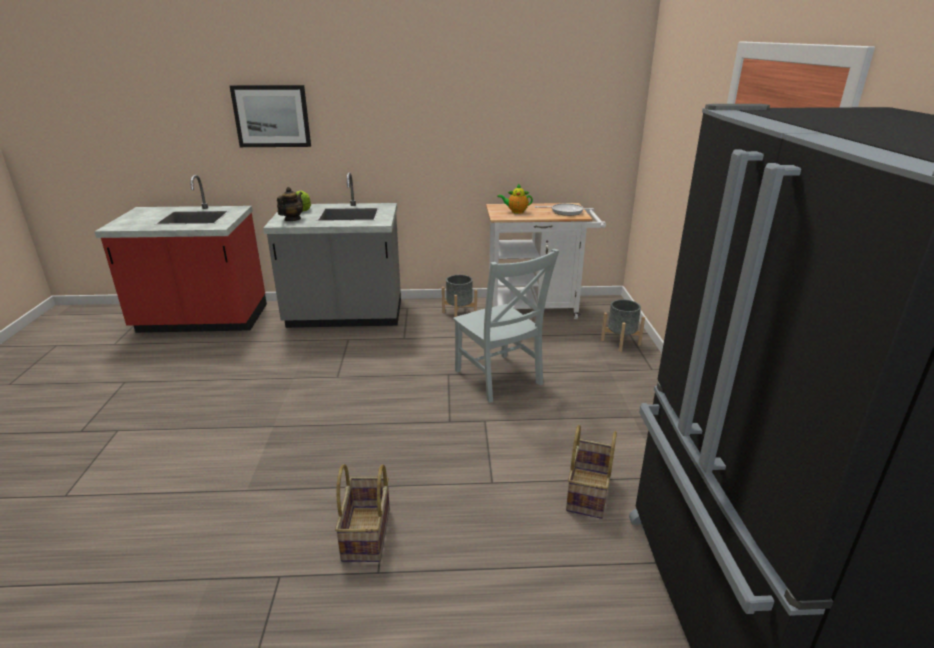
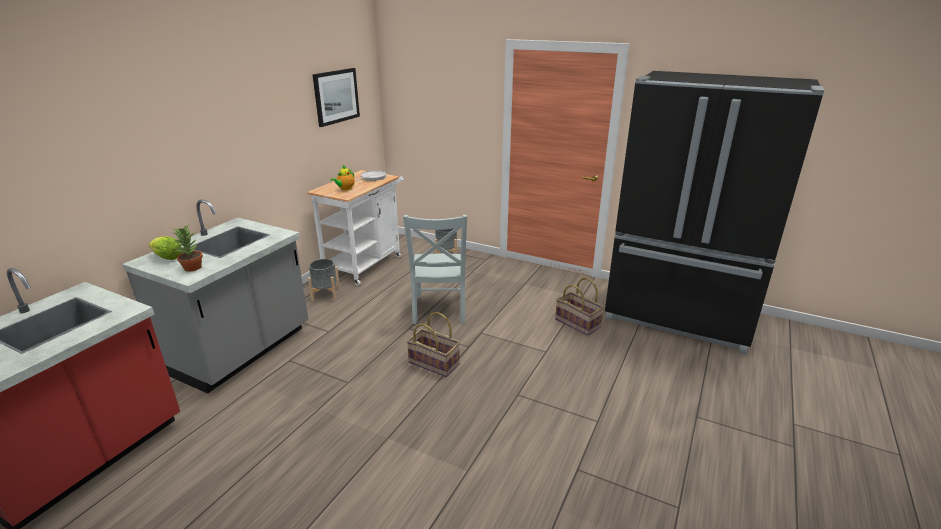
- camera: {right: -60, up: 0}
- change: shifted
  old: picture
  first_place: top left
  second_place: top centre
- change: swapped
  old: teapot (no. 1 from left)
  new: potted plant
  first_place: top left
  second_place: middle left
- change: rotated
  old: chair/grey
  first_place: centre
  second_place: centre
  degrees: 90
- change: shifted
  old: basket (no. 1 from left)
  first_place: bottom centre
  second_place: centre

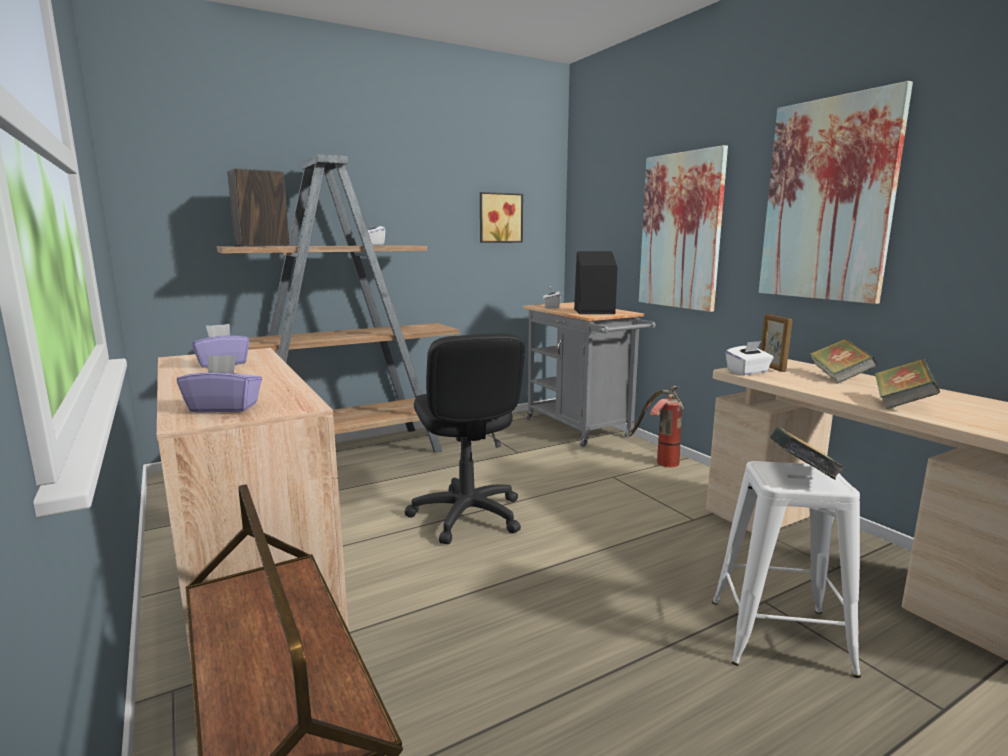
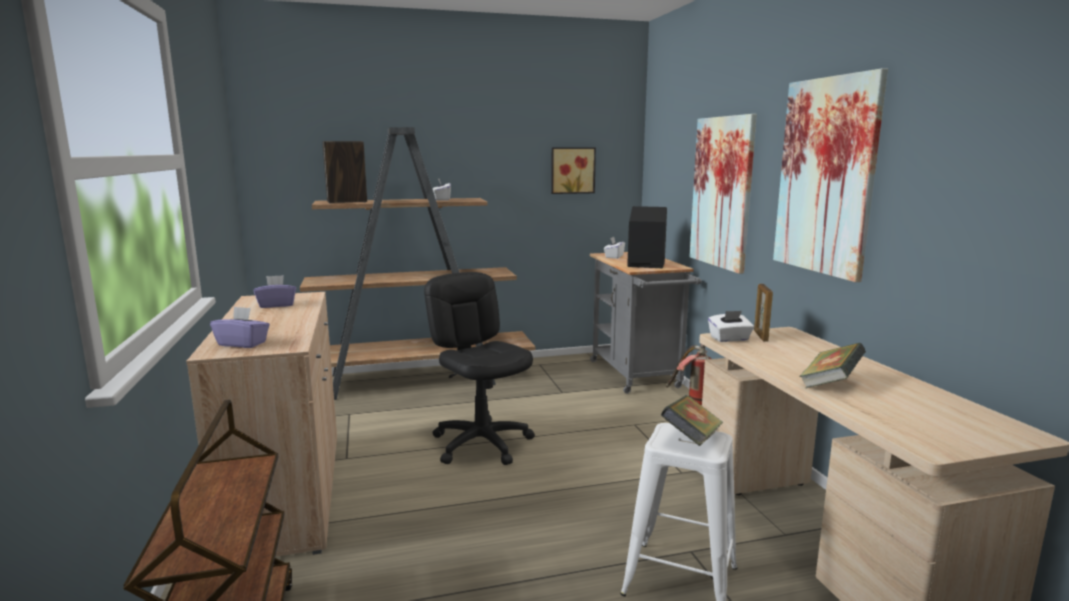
- camera: {right: 15, up: 0}
- change: rotated
  old: office chair/black
  first_place: centre
  second_place: centre
  degrees: 150
- change: gone
  old: book (no. 2 from left)
  first_place: middle right

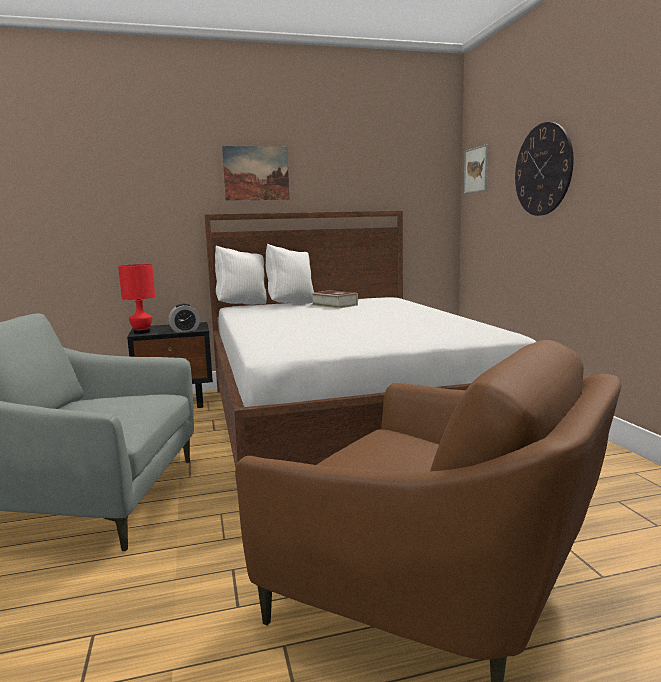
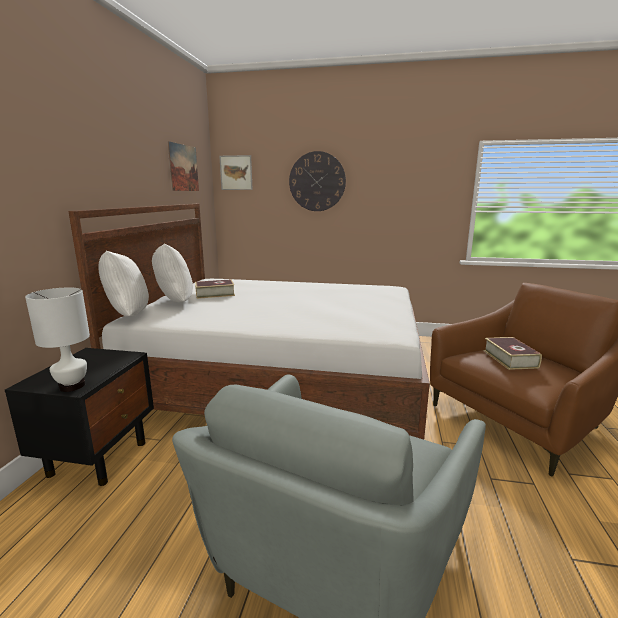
- camera: {right: -65, up: 5}
- change: shifted
  old: picture (no. 1 from left)
  first_place: top centre
  second_place: top left
- change: repainted
  old: table lamp/red
  new: table lamp/white
  first_place: middle left
  second_place: middle left
- change: gone
  old: alarm clock
  first_place: middle left
- change: new
  new: book (no. 2 from left)
  second_place: middle right

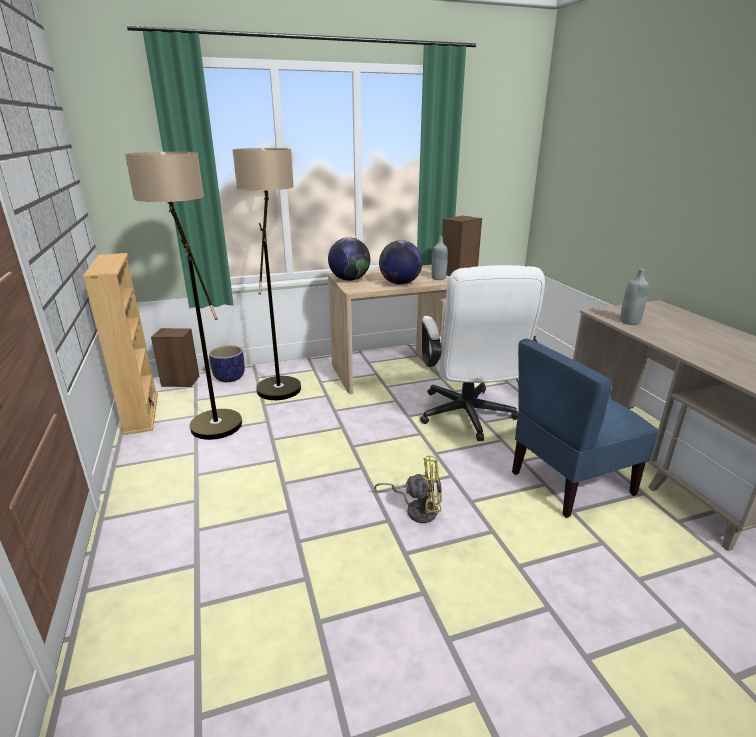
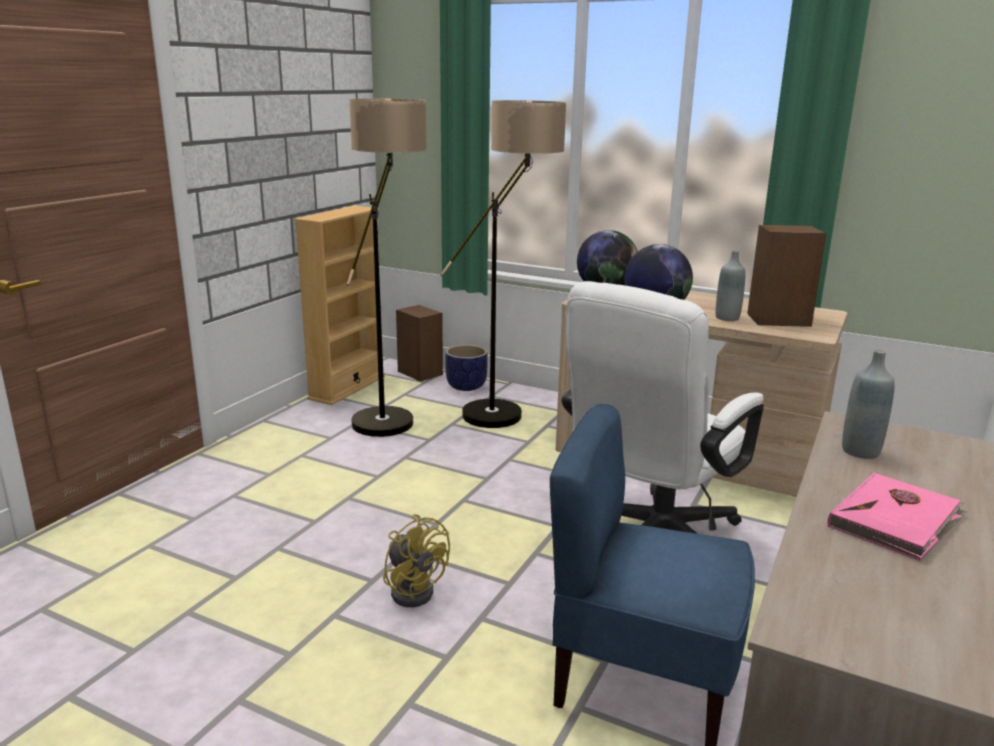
- camera: {right: 45, up: -5}
- change: new
  new: book/pink
  second_place: bottom right

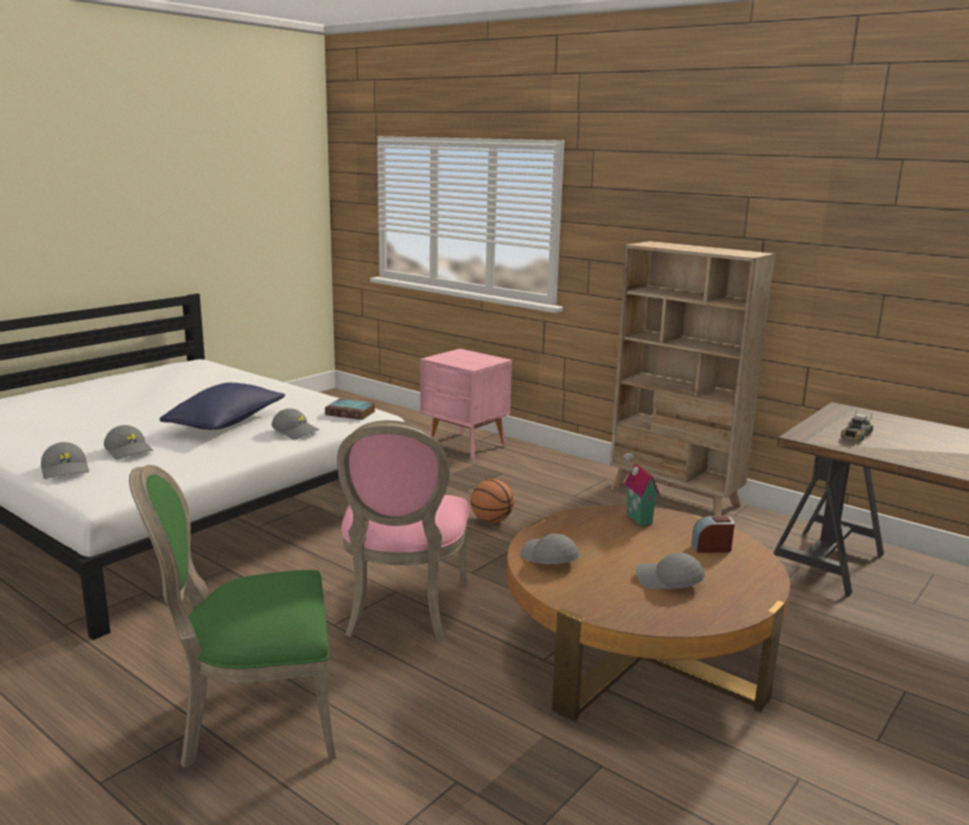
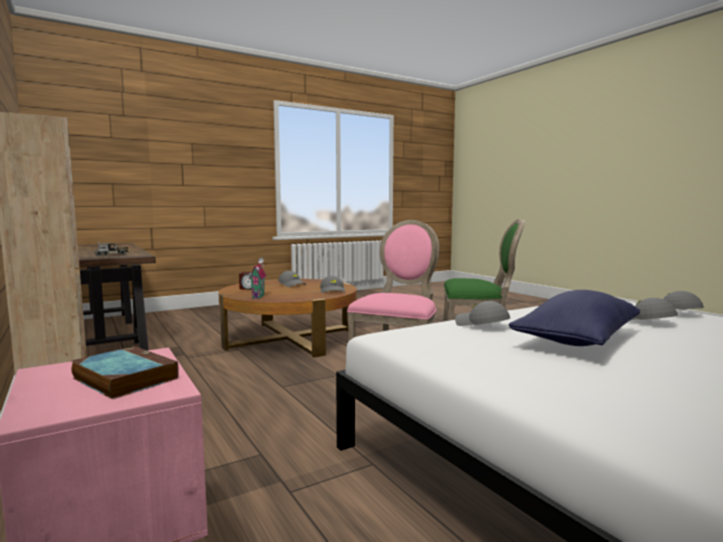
- camera: {right: -160, up: -10}
- change: shifted
  old: book
  first_place: centre
  second_place: bottom left
- change: gone
  old: basketball
  first_place: centre

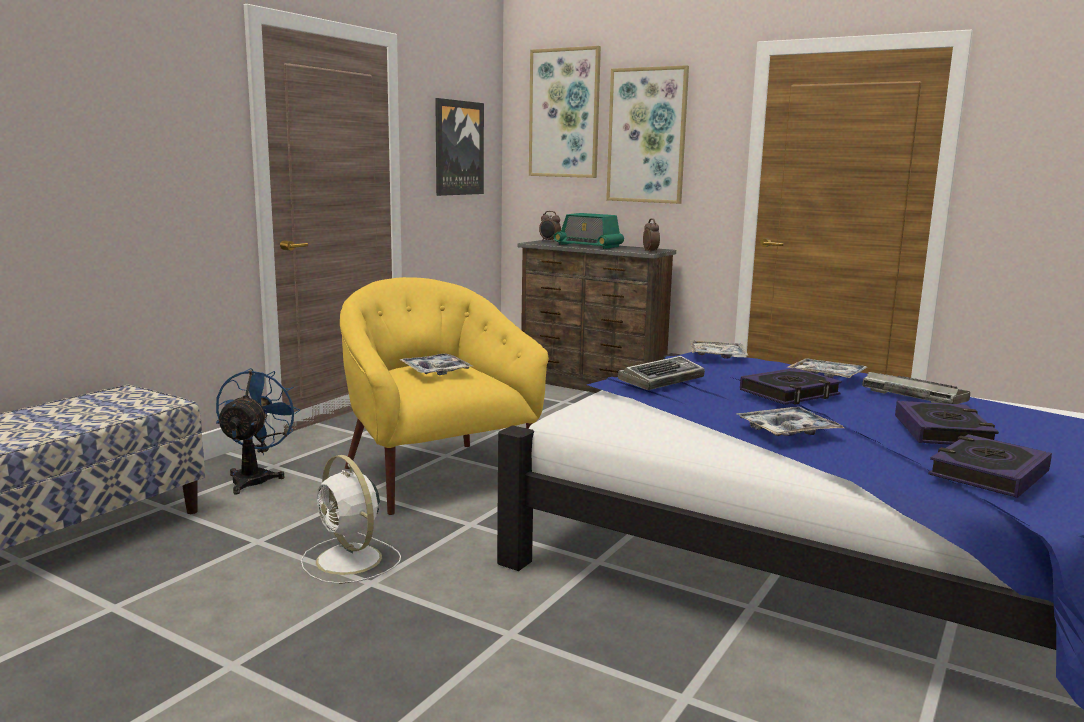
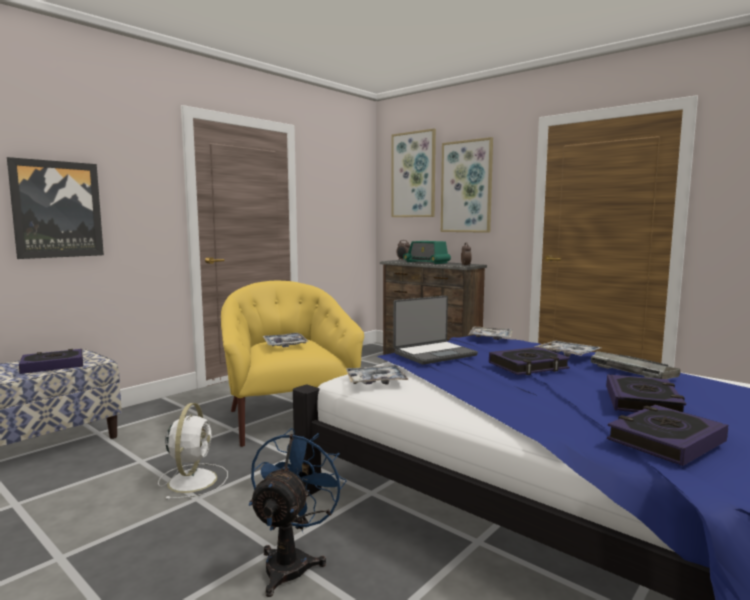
- camera: {right: 10, up: -5}
- change: shifted
  old: picture (no. 1 from left)
  first_place: top centre
  second_place: middle left
- change: swapped
  old: keyboard (no. 1 from left)
  new: laptop
  first_place: centre
  second_place: centre
- change: shifted
  old: fan/blue
  first_place: middle left
  second_place: bottom centre
- change: shifted
  old: tray (no. 3 from left in the first image)
  new: tray (no. 2 from left)
  first_place: middle right
  second_place: centre
- change: rotated
  old: fan/white
  first_place: bottom left
  second_place: bottom left
  degrees: -150
- change: new
  new: book (no. 1 from left)
  second_place: middle left

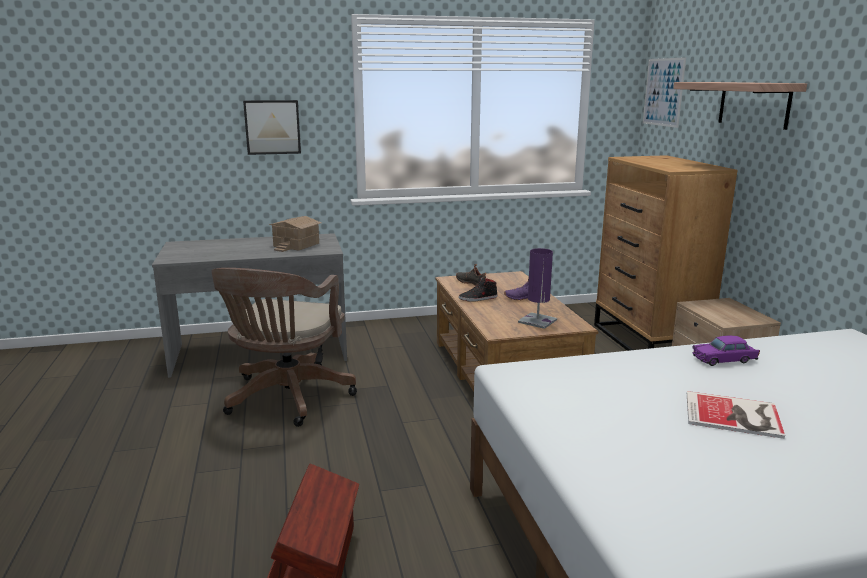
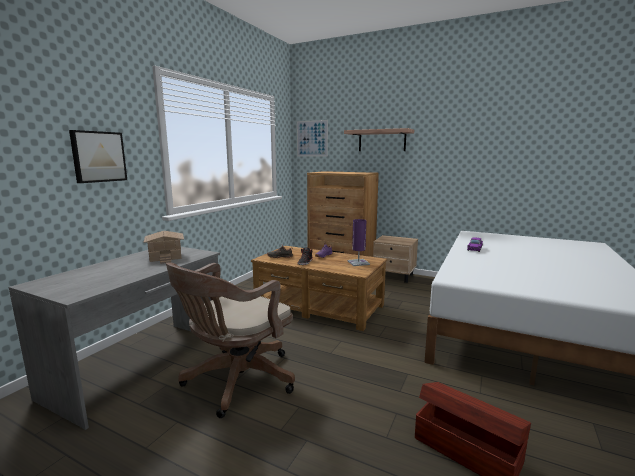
- camera: {right: -50, up: -5}
- change: rotated
  old: office chair/brown
  first_place: middle left
  second_place: bottom centre
  degrees: 75
- change: gone
  old: book
  first_place: bottom right

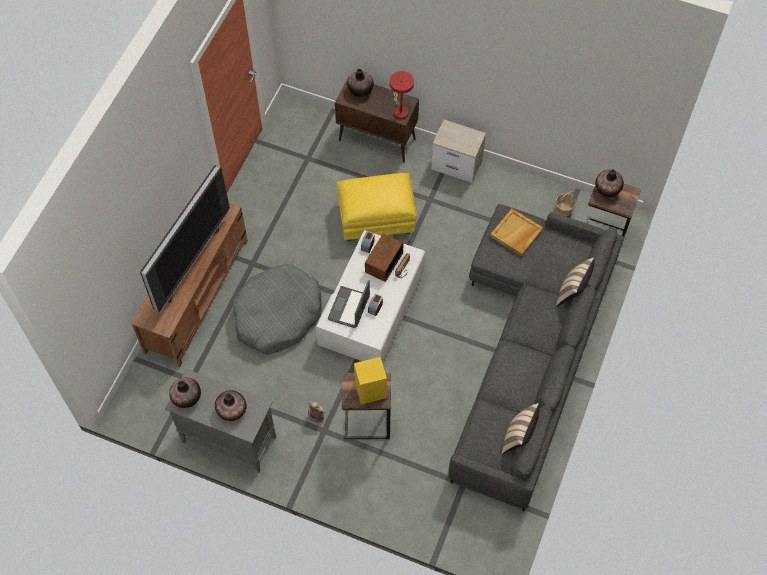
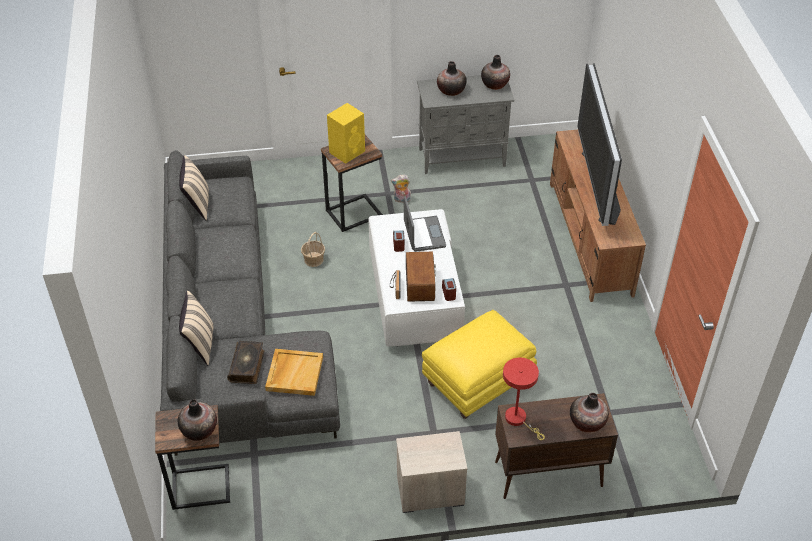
- camera: {right: 150, up: -15}
- change: shifted
  old: basket
  first_place: middle right
  second_place: centre
- change: gone
  old: dog bed/grey
  first_place: centre
- change: new
  new: book
  second_place: bottom left

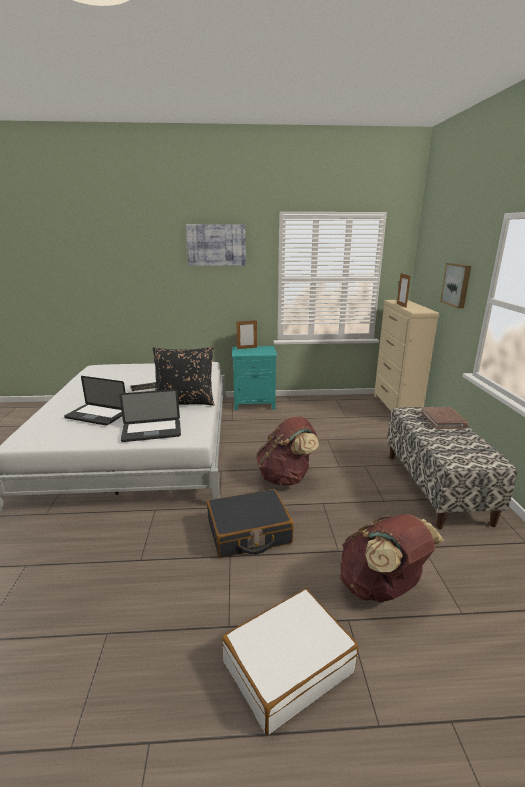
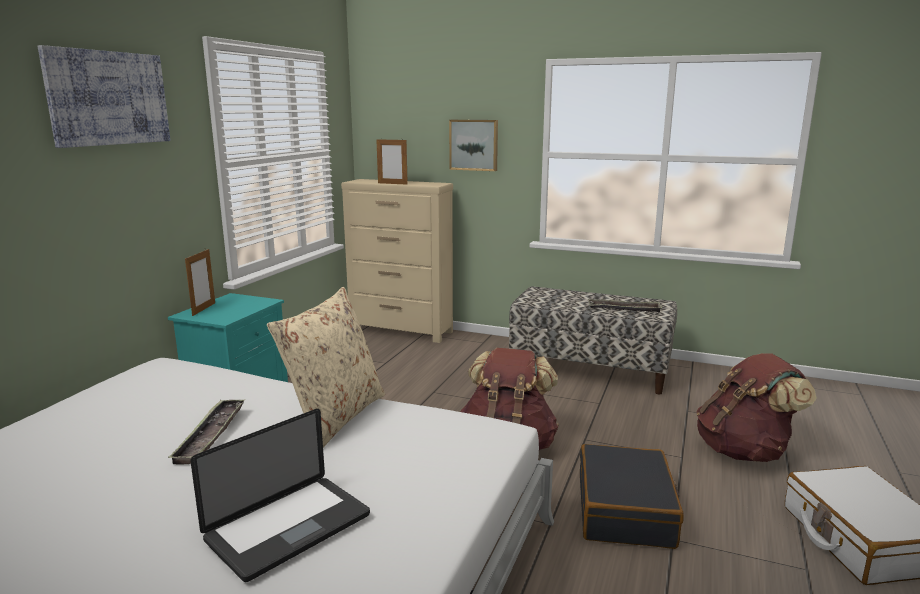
- camera: {right: -65, up: -5}
- change: repainted
  old: pillow/black
  new: pillow/beige
  first_place: centre
  second_place: centre
- change: gone
  old: laptop (no. 2 from left)
  first_place: middle left
- change: gone
  old: book/brown
  first_place: middle right
- change: new
  new: tray (no. 2 from left)
  second_place: middle right

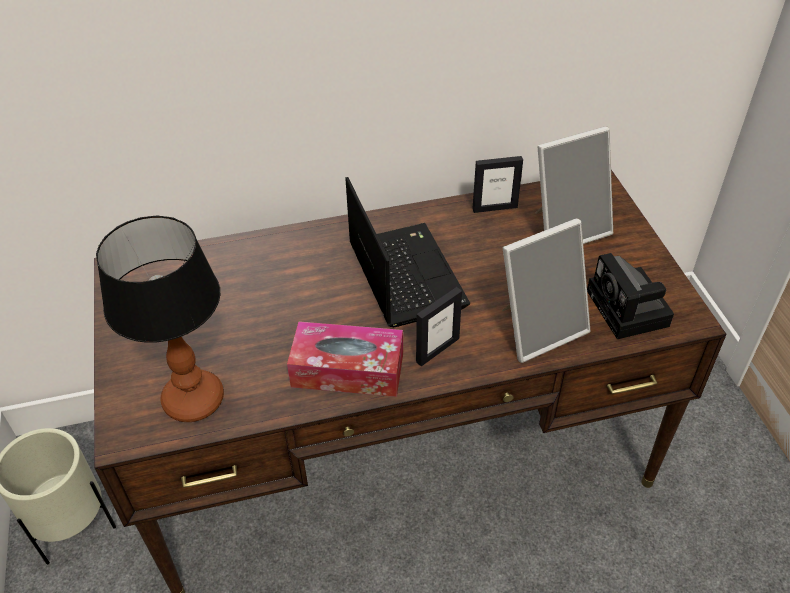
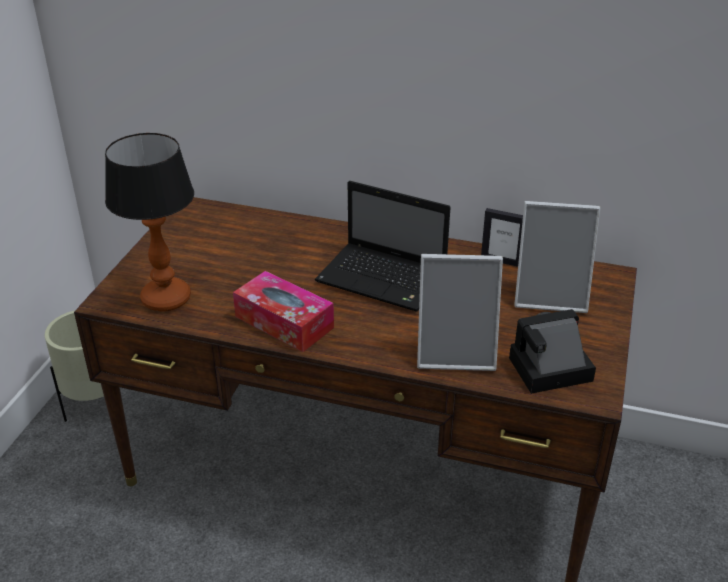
- camera: {right: 30, up: -10}
- change: rotated
  old: laptop
  first_place: centre
  second_place: centre
  degrees: 105
- change: rotated
  old: photo camera
  first_place: middle right
  second_place: middle right
  degrees: 60
- change: gone
  old: picture frame (no. 1 from left)
  first_place: centre

